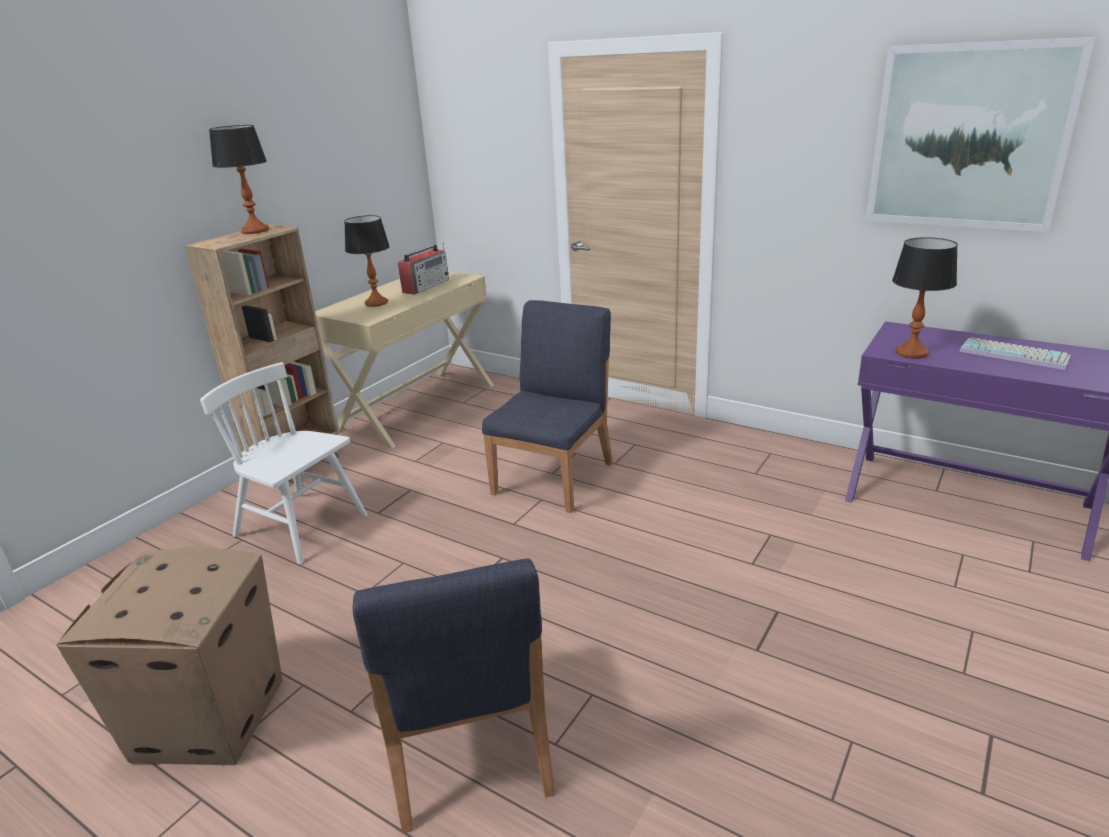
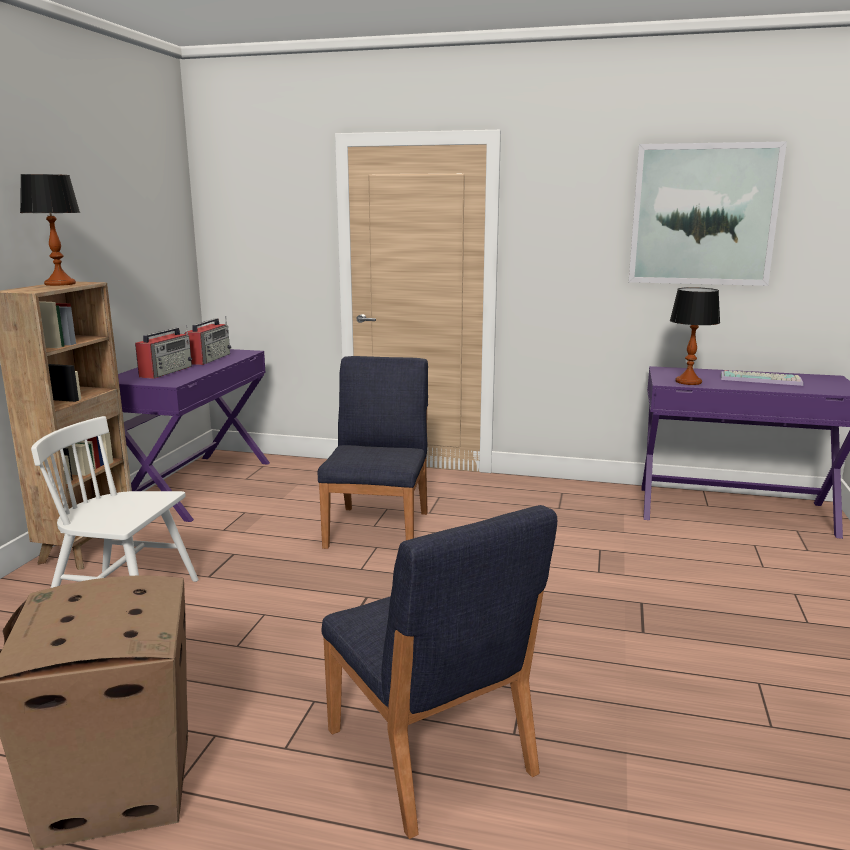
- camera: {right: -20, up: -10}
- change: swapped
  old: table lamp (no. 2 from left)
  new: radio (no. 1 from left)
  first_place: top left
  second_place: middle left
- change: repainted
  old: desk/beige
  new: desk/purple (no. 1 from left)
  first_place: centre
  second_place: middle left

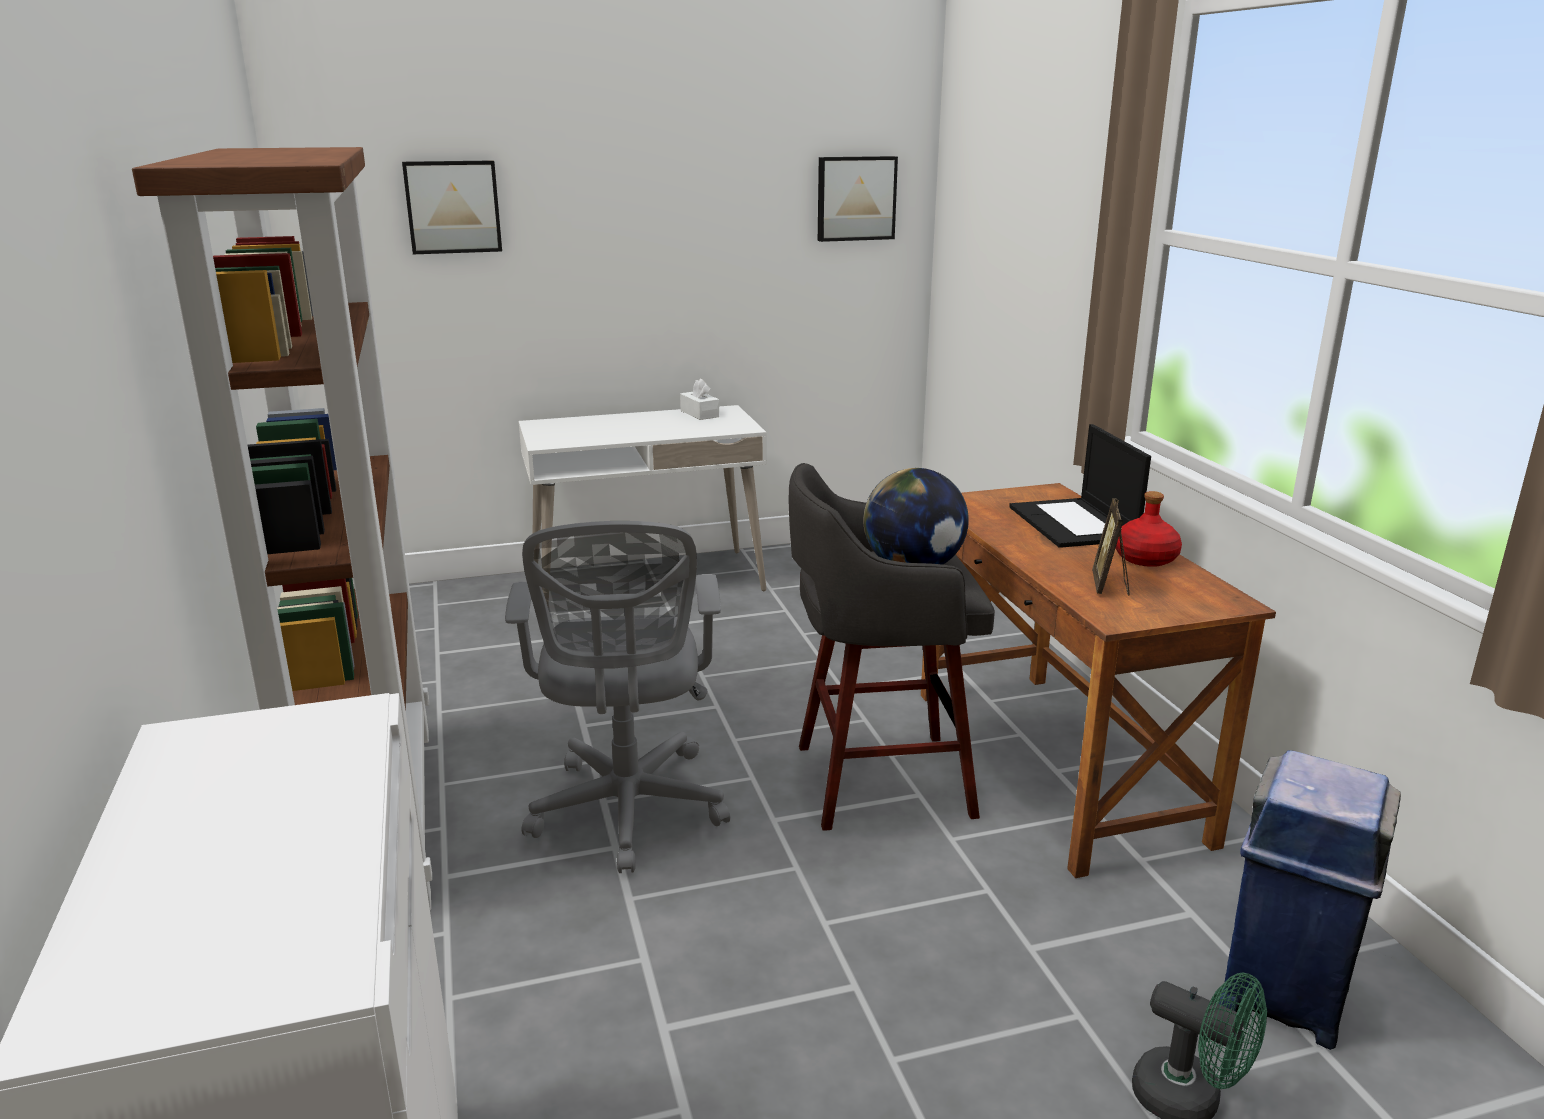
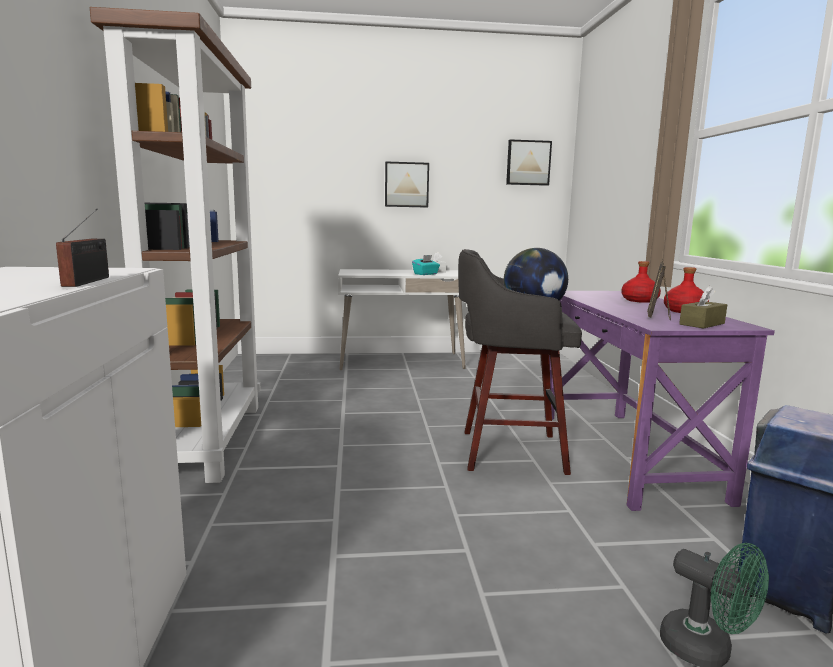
- camera: {right: 10, up: -10}
- change: shifted
  old: picture (no. 1 from left)
  first_place: top left
  second_place: top centre
- change: swapped
  old: laptop
  new: bottle/red (no. 1 from left)
  first_place: middle right
  second_place: middle right
- change: repainted
  old: desk/brown
  new: desk/purple
  first_place: middle right
  second_place: middle right
- change: gone
  old: office chair/grey
  first_place: centre
- change: new
  new: radio
  second_place: middle left
- change: new
  new: tissue box/turquoise
  second_place: centre
- change: new
  new: tissue box/brown
  second_place: middle right

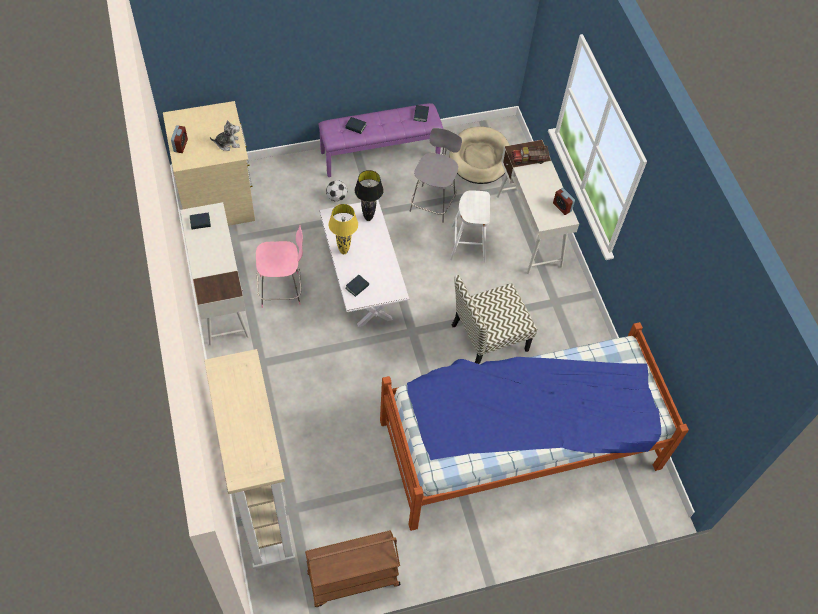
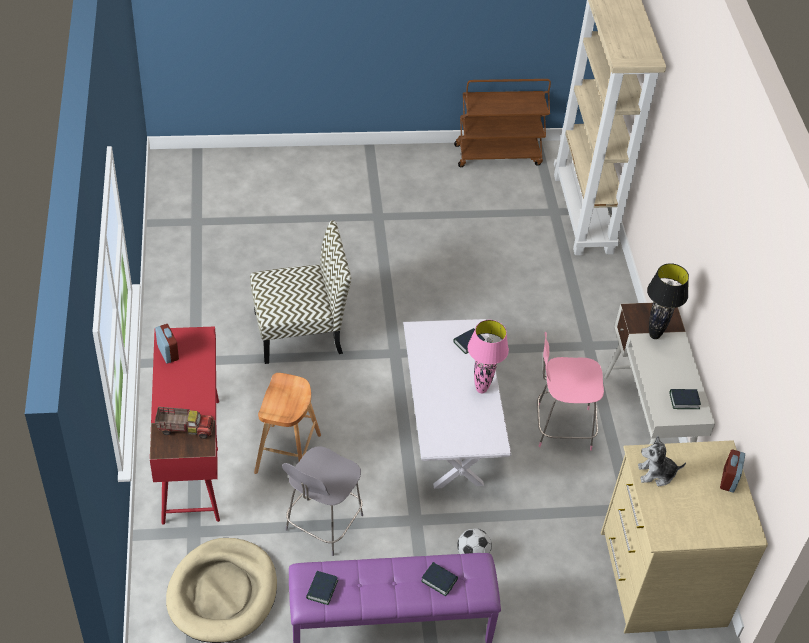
- camera: {right: -170, up: -10}
- change: repainted
  old: desk/white (no. 2 from left)
  new: desk/red
  first_place: centre
  second_place: middle left
- change: shifted
  old: table lamp/black
  first_place: top centre
  second_place: middle right
- change: repainted
  old: stool/white
  new: stool/brown
  first_place: centre
  second_place: centre
- change: repainted
  old: table lamp/yellow
  new: table lamp/pink
  first_place: centre
  second_place: centre
- change: gone
  old: bed
  first_place: bottom centre

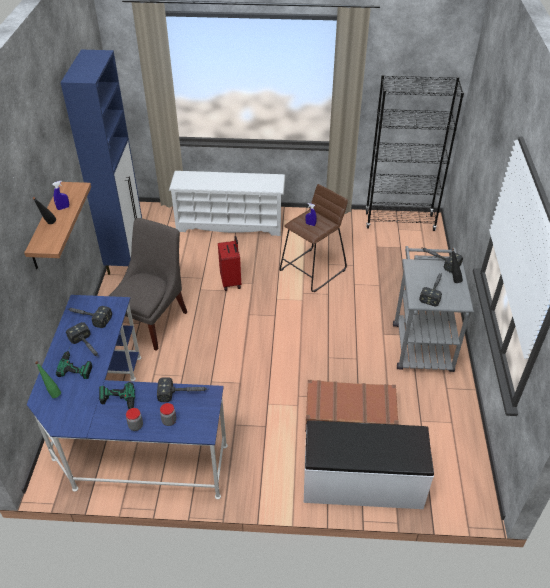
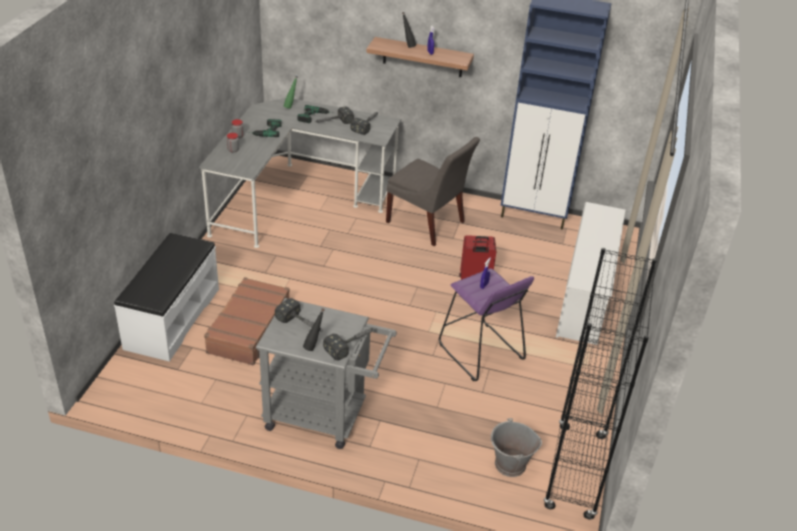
- camera: {right: 100, up: -5}
- change: repainted
  old: stool/brown
  new: stool/purple
  first_place: centre
  second_place: centre
- change: repainted
  old: desk/blue
  new: desk/grey
  first_place: bottom left
  second_place: top centre
- change: gone
  old: hammer (no. 3 from left)
  first_place: middle left
- change: new
  new: bucket/grey
  second_place: bottom centre

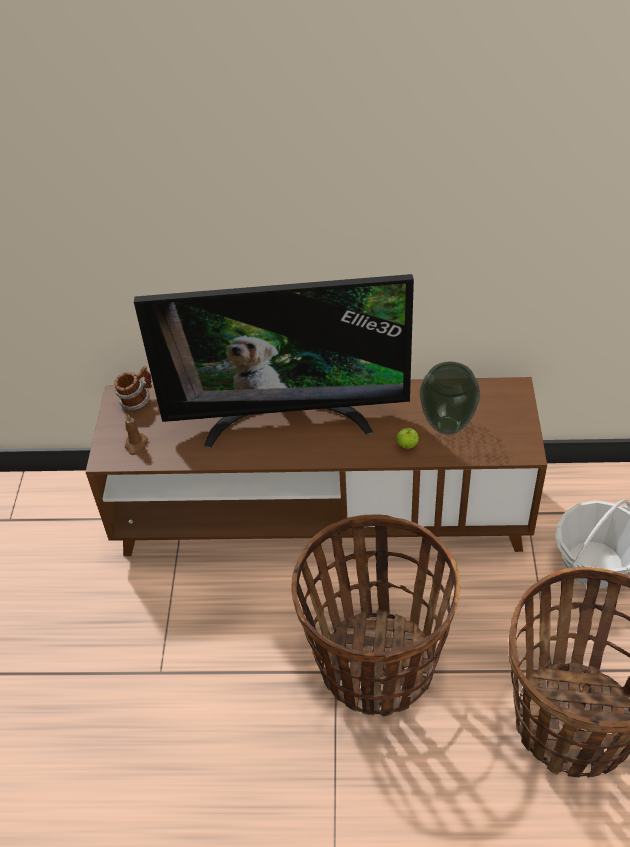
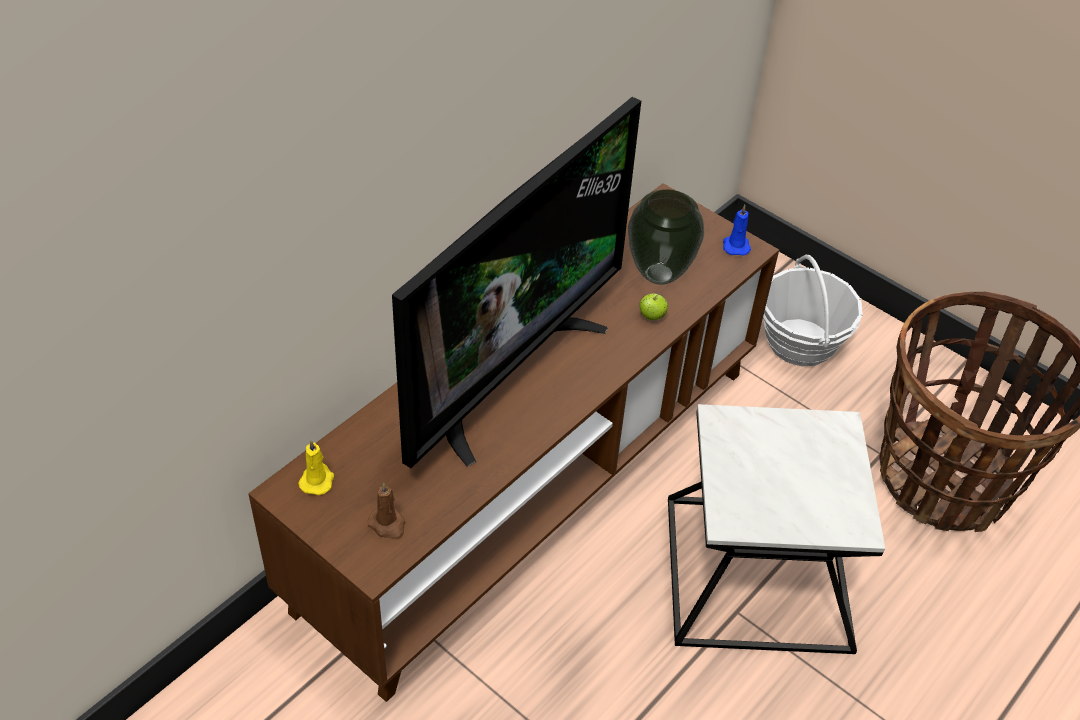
- camera: {right: -55, up: 0}
- change: swapped
  old: mug
  new: candle/yellow
  first_place: middle left
  second_place: middle left
- change: swapped
  old: basket (no. 1 from left)
  new: side table
  first_place: bottom centre
  second_place: bottom right
- change: new
  new: candle/blue
  second_place: top right

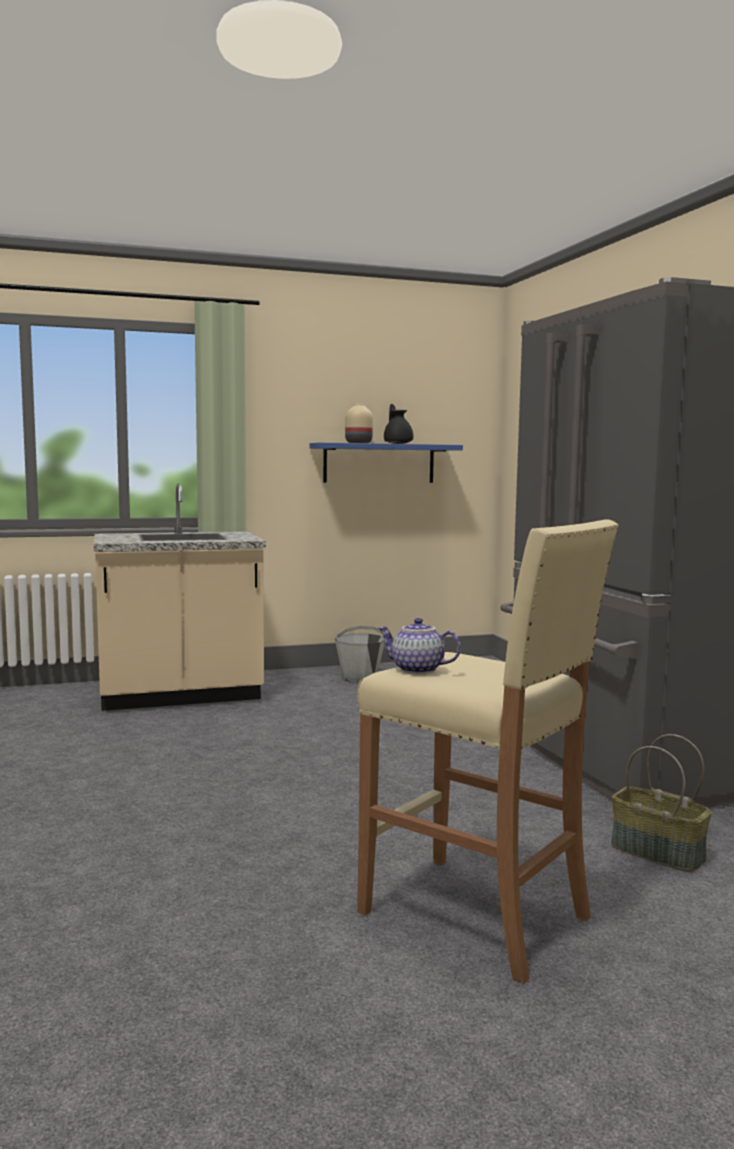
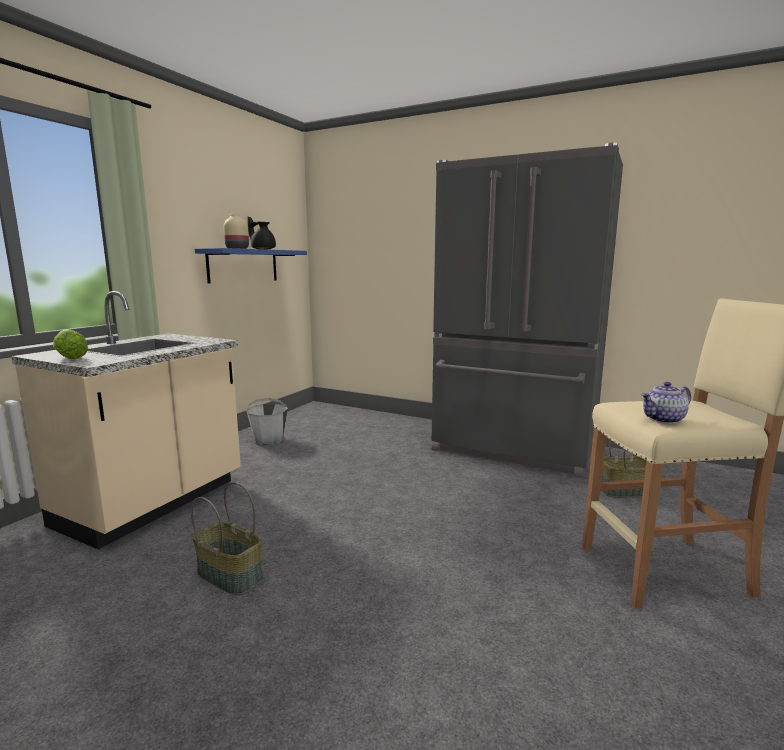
- camera: {right: -45, up: 5}
- change: new
  new: lettuce
  second_place: middle left
- change: new
  new: basket (no. 1 from left)
  second_place: bottom left

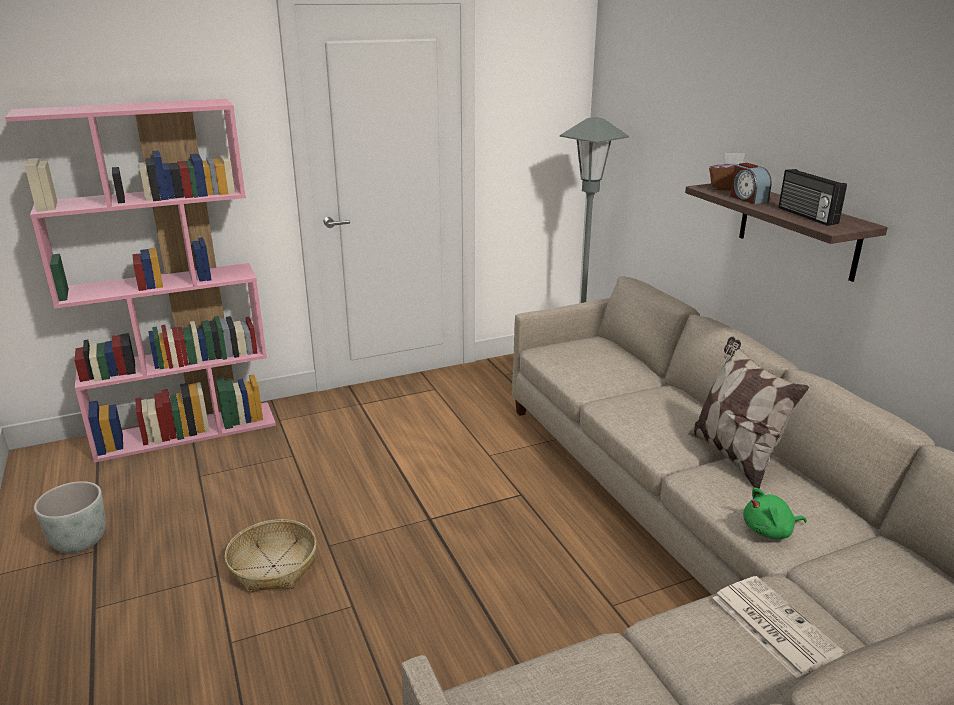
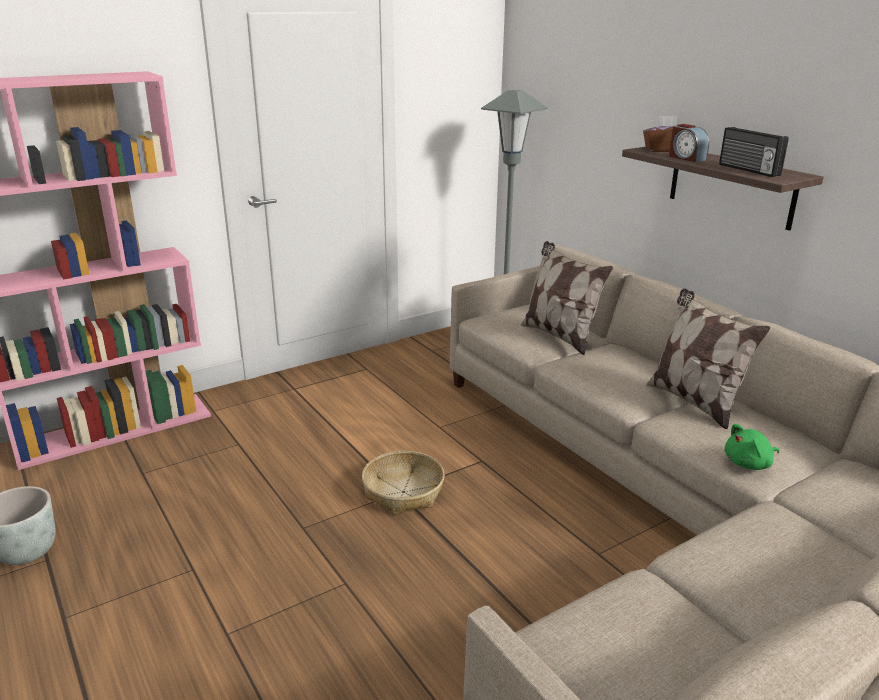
- camera: {right: -10, up: 0}
- change: shifted
  old: basket
  first_place: bottom left
  second_place: bottom centre
- change: gone
  old: newspaper
  first_place: bottom right
- change: new
  new: pillow (no. 1 from left)
  second_place: centre

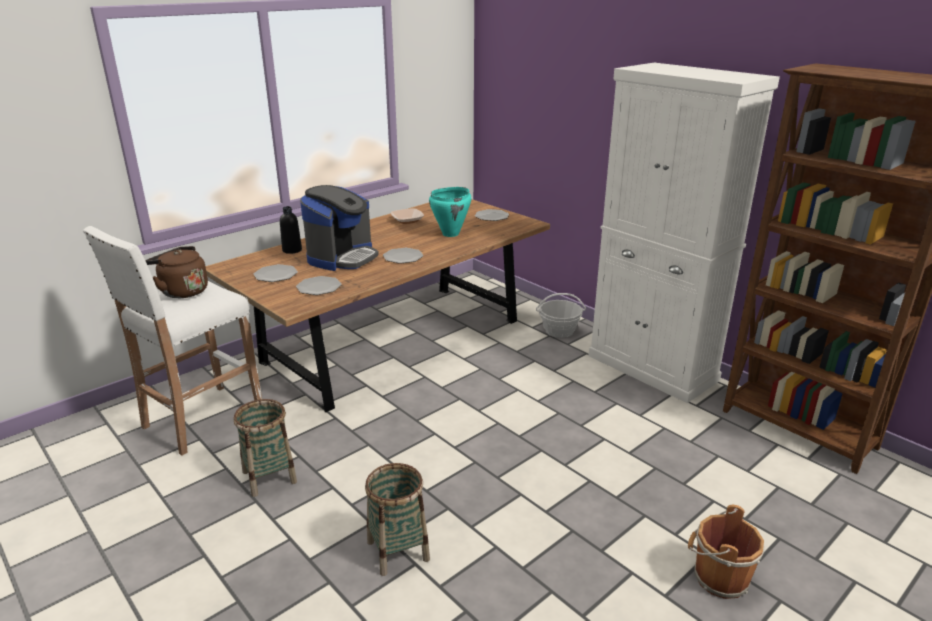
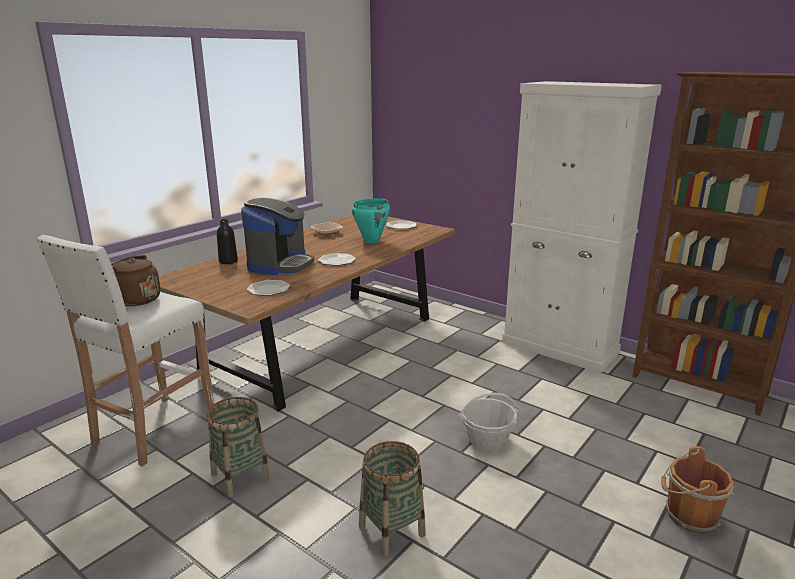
- camera: {right: -10, up: -5}
- change: gone
  old: plate (no. 1 from left)
  first_place: middle left
- change: shifted
  old: basket (no. 3 from left)
  first_place: centre
  second_place: bottom centre

